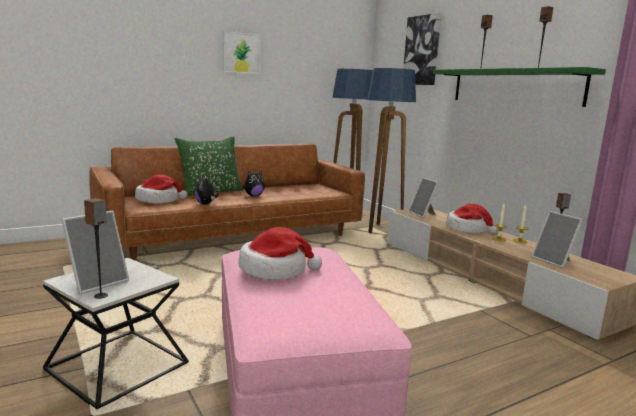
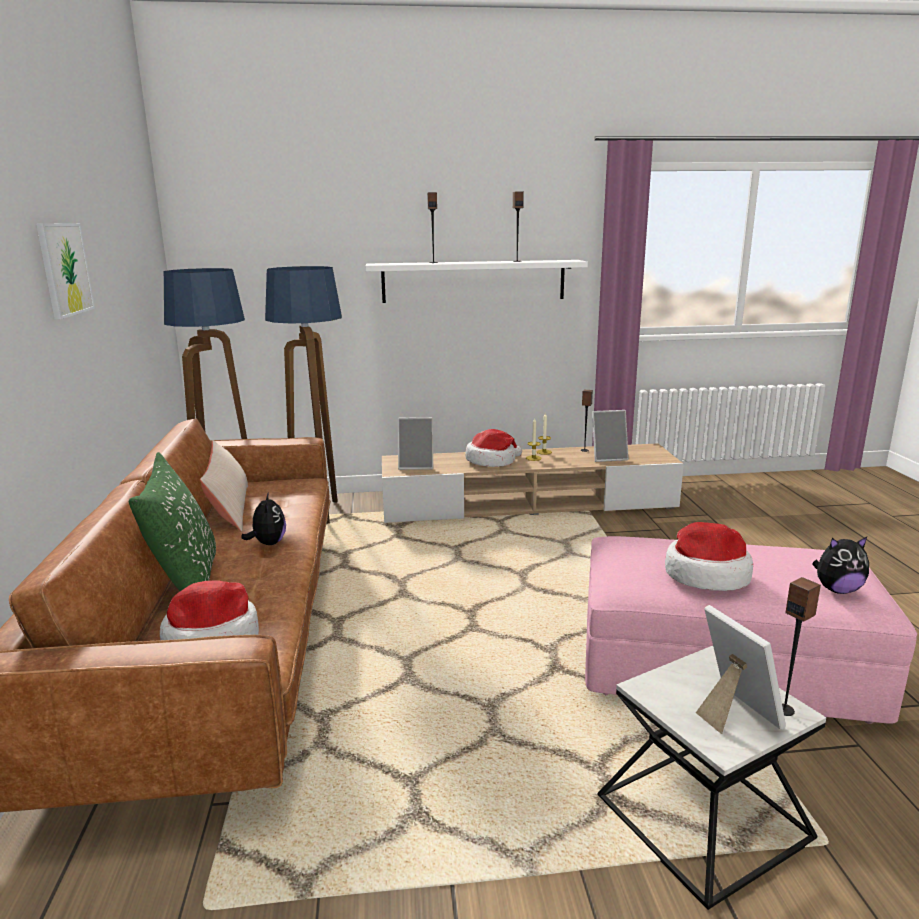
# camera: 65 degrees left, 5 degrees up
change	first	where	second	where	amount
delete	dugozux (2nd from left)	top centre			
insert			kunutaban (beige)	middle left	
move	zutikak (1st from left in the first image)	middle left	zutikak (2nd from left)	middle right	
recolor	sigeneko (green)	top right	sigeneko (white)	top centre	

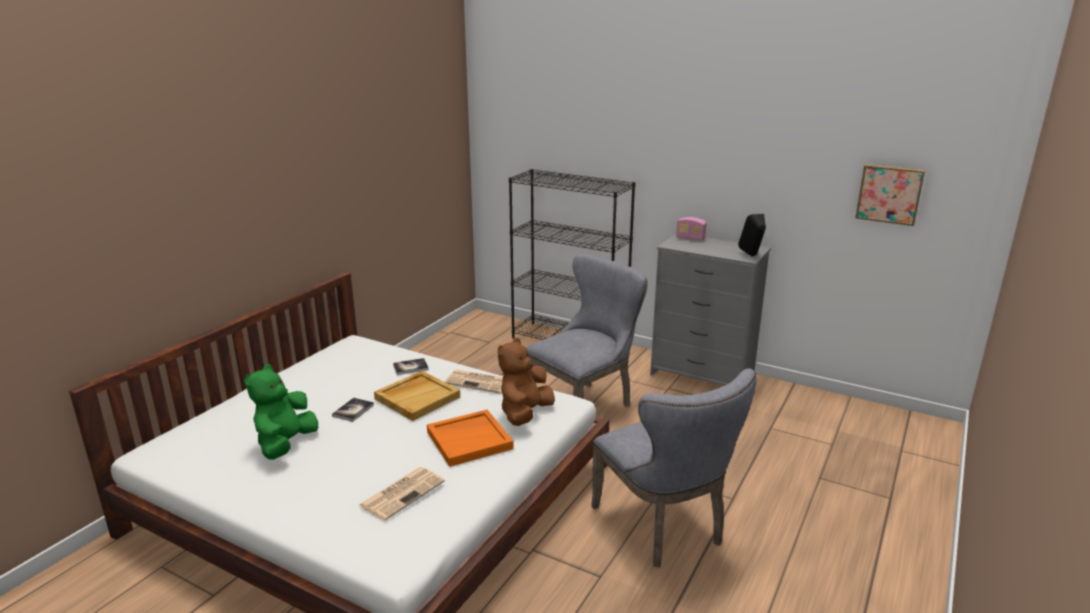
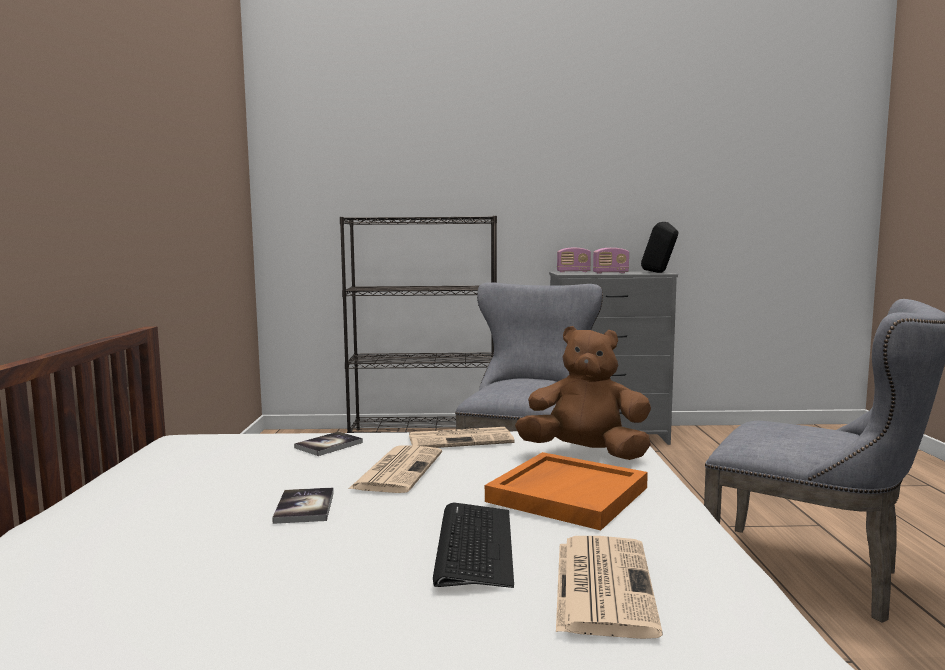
# camera: 30 degrees left, 15 degrees down
change	first	where	second	where	amount
delete	zutikak (green)	bottom left			
delete	dugozux	top right			
insert			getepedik	bottom centre	
insert			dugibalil (2nd from left)	centre	
replace	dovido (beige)	centre	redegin (1st from left)	bottom centre	
rotate	zutikak (brown)	centre		centre	105 degrees clockwise

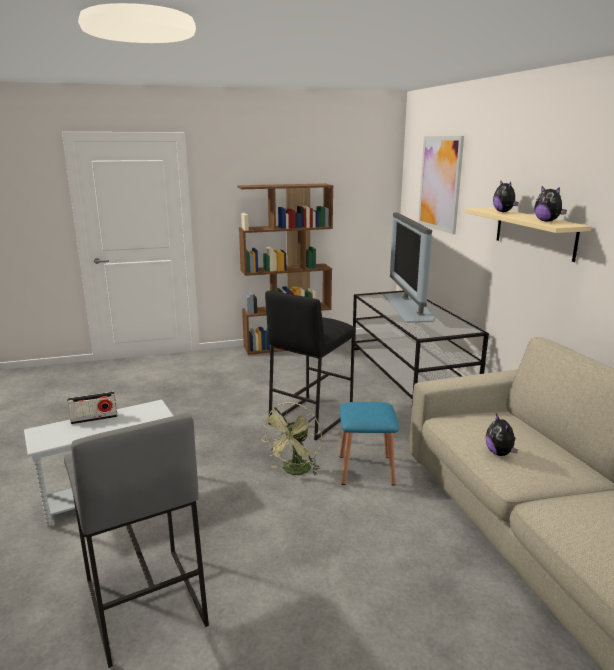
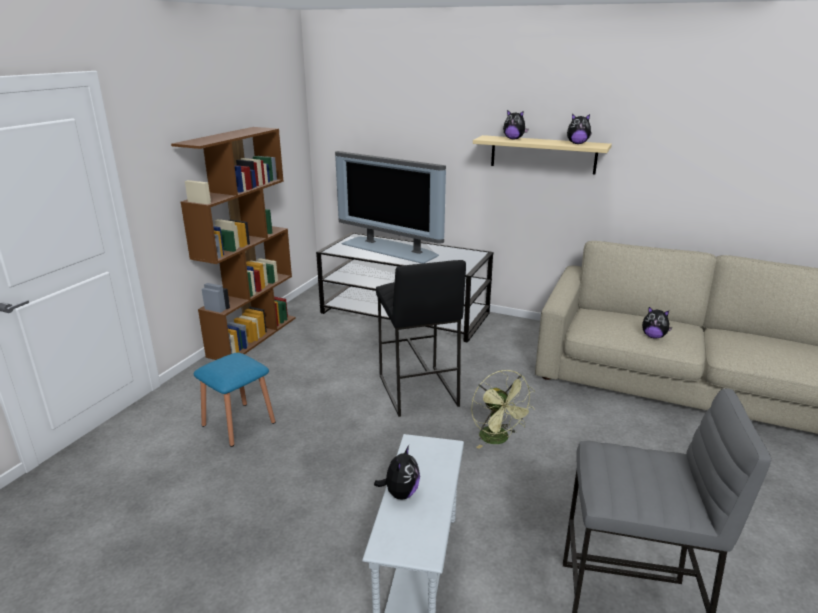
# camera: 50 degrees left, 5 degrees up
change	first	where	second	where	amount
delete	dugozux	top right			
move	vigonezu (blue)	centre		middle left	
replace	dugibalil	middle left	zutikak (1st from left)	bottom centre	

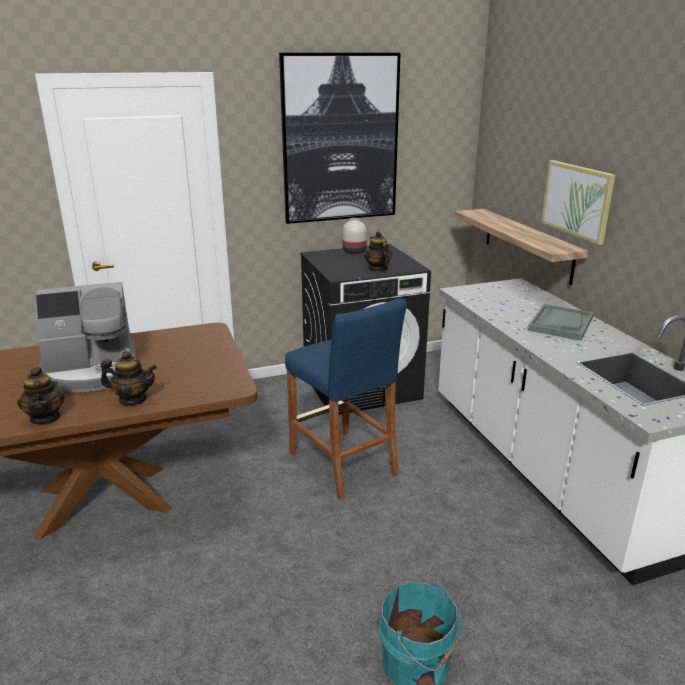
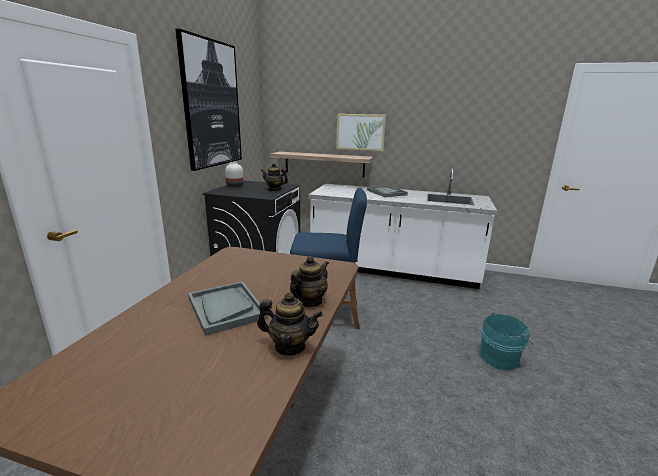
# camera: 55 degrees left, 5 degrees down
change	first	where	second	where	amount
replace	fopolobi	middle left	dovido (grey) (1st from left)	centre	

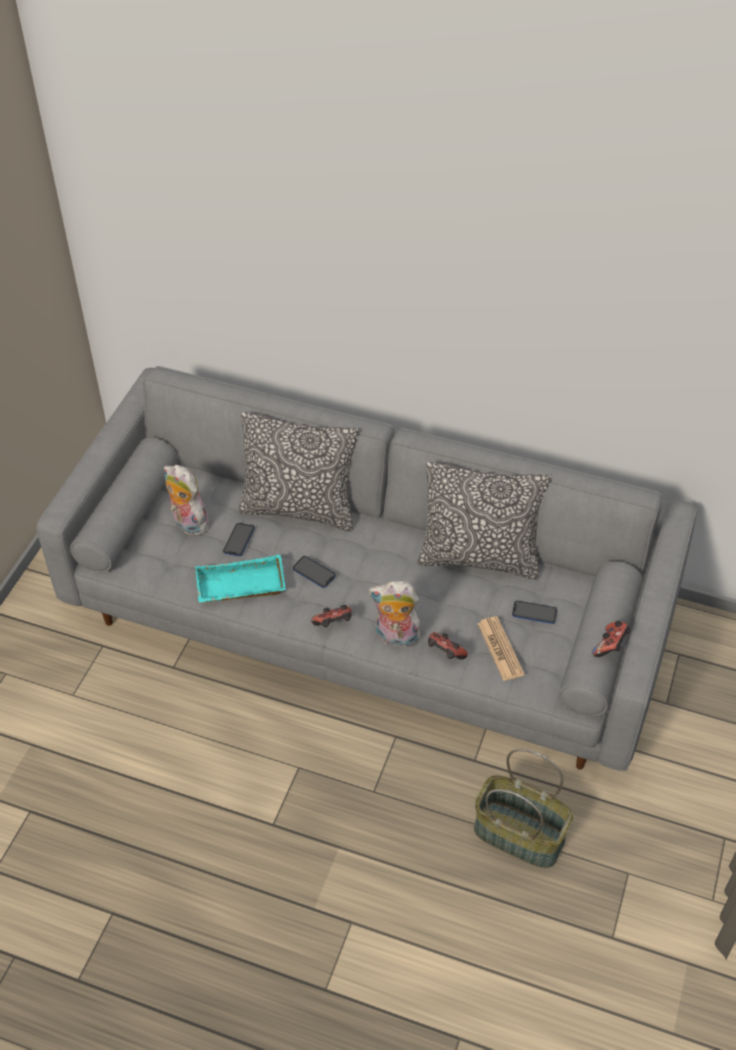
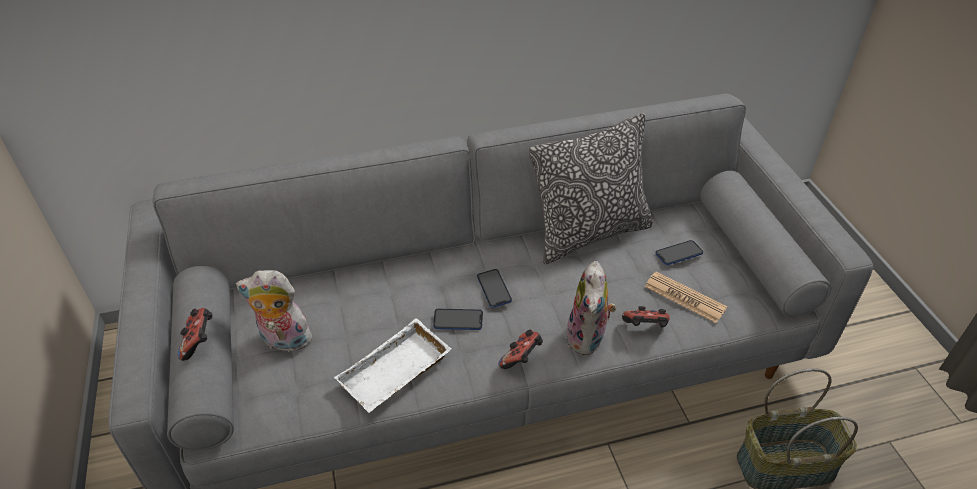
# camera: 35 degrees left, 5 degrees down
change	first	where	second	where	amount
delete	kunutaban (1st from left)	centre			
move	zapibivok (1st from left in the first image)	middle left	zapibivok (2nd from left)	centre	
move	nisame (3rd from left in the first image)	middle right	nisame (1st from left)	bottom left	
recolor	dovido (turquoise)	middle left	dovido (white)	bottom centre	
rotate	zutikak (2nd from left)	centre		centre	60 degrees counterclockwise

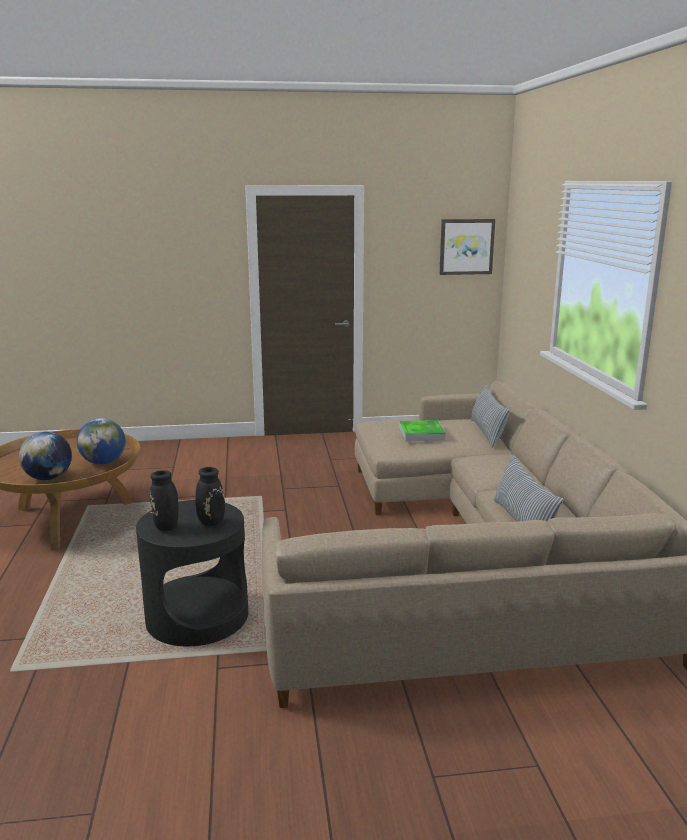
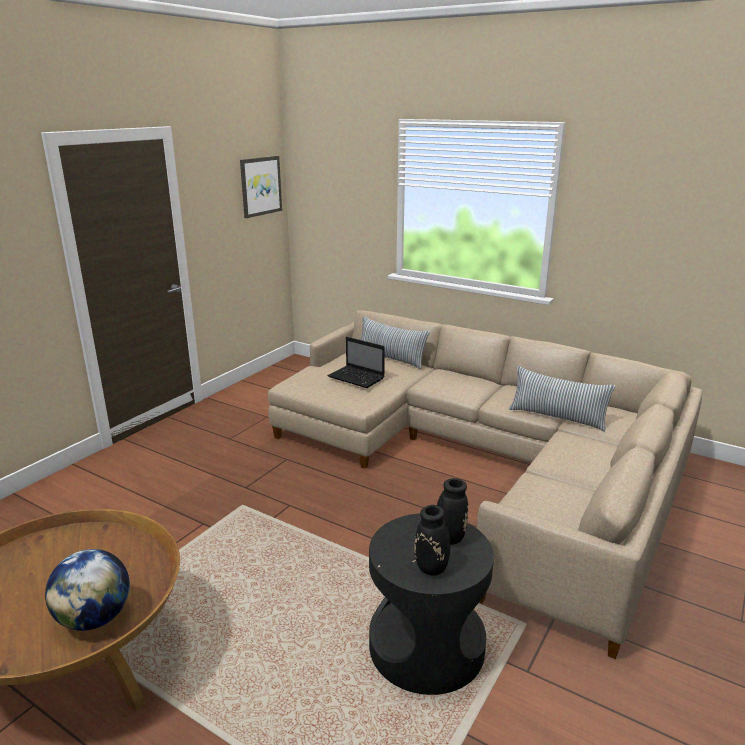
# camera: 50 degrees left, 5 degrees up
change	first	where	second	where	amount
delete	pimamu (2nd from left)	middle left			
replace	dovido	centre	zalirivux	centre	

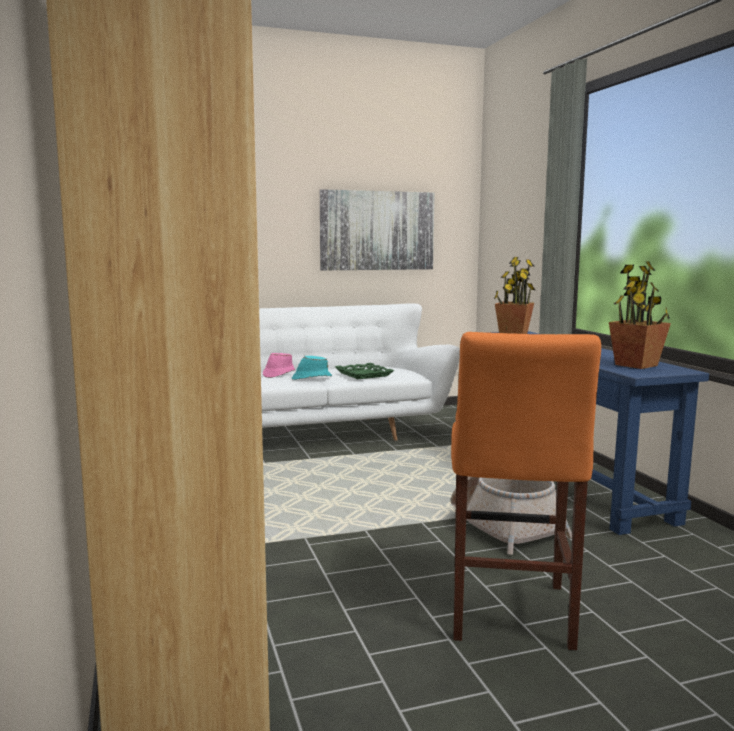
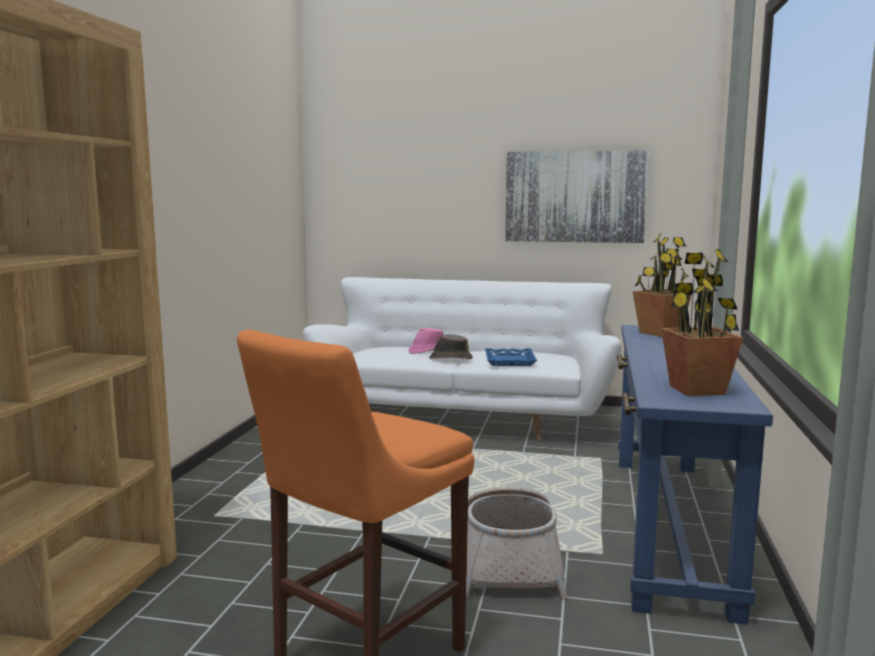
# camera: 30 degrees right, 0 degrees up
change	first	where	second	where	amount
recolor	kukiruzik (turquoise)	centre	kukiruzik (brown)	centre	
recolor	dovido (green)	centre	dovido (blue)	centre	

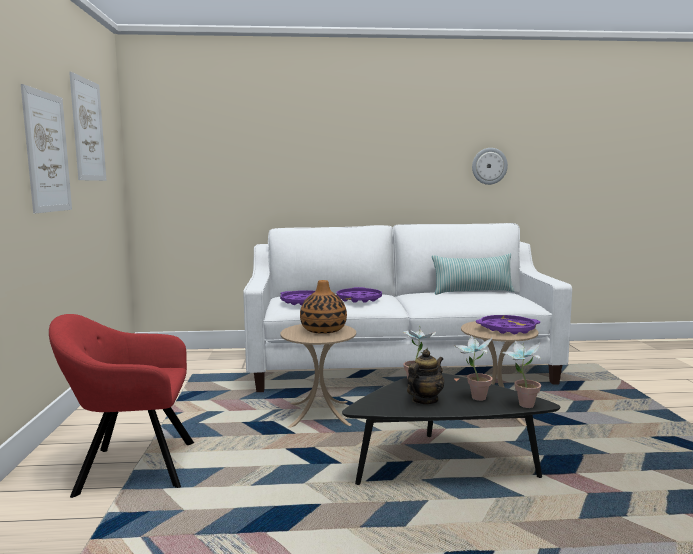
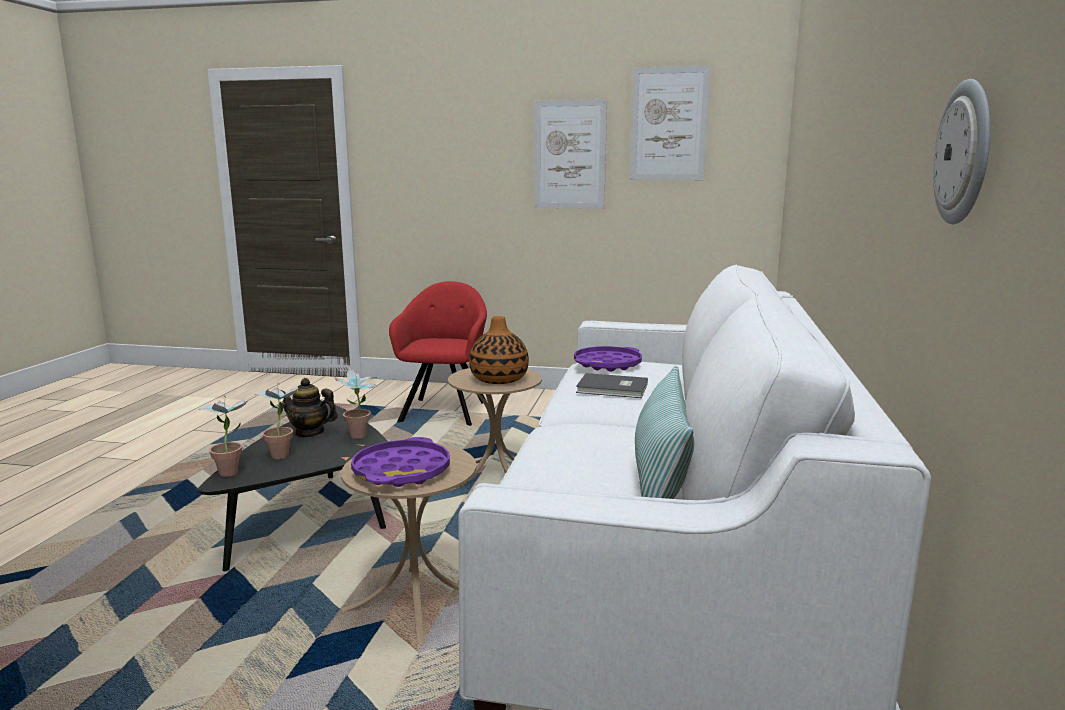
# camera: 105 degrees right, 5 degrees up
change	first	where	second	where	amount
replace	dovido (purple) (2nd from left)	centre	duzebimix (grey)	centre	
rotate	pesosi	bottom centre		middle left	135 degrees clockwise

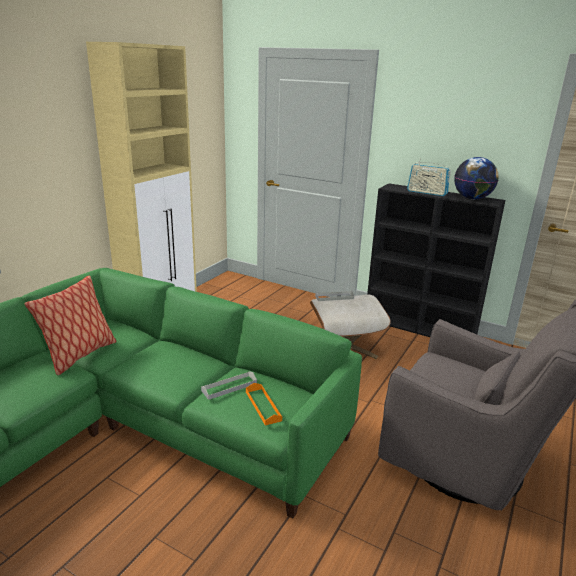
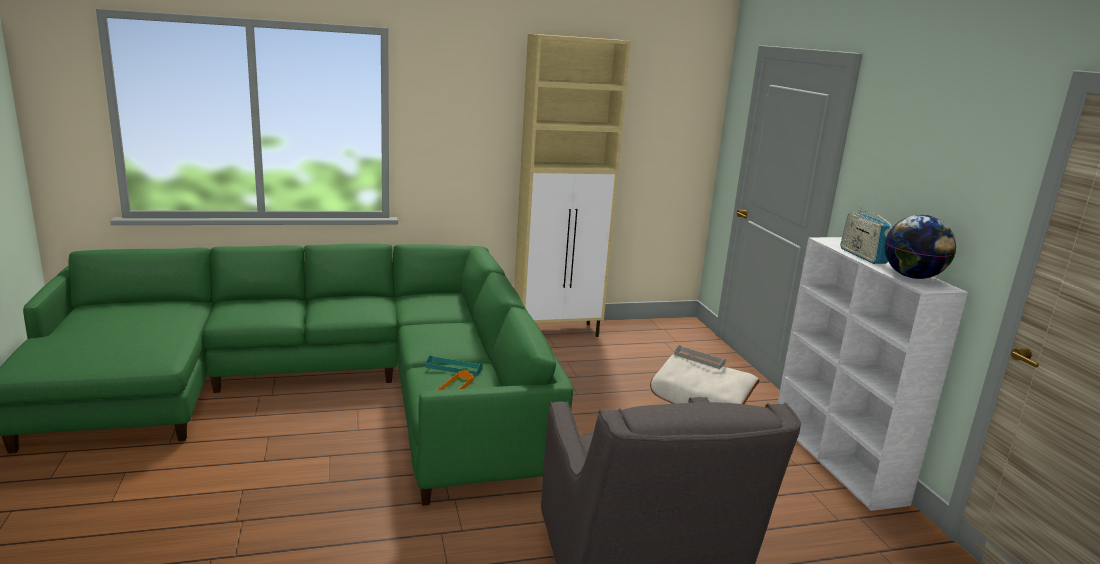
# camera: 45 degrees right, 5 degrees down
change	first	where	second	where	amount
delete	kunutaban	middle left			
recolor	dovido (grey) (1st from left)	bottom centre	dovido (turquoise)	centre	
recolor	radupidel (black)	middle right	radupidel (white)	middle right	

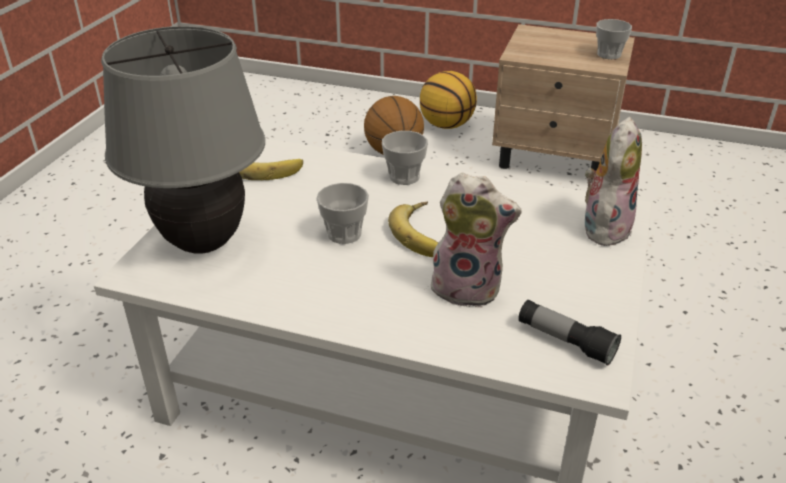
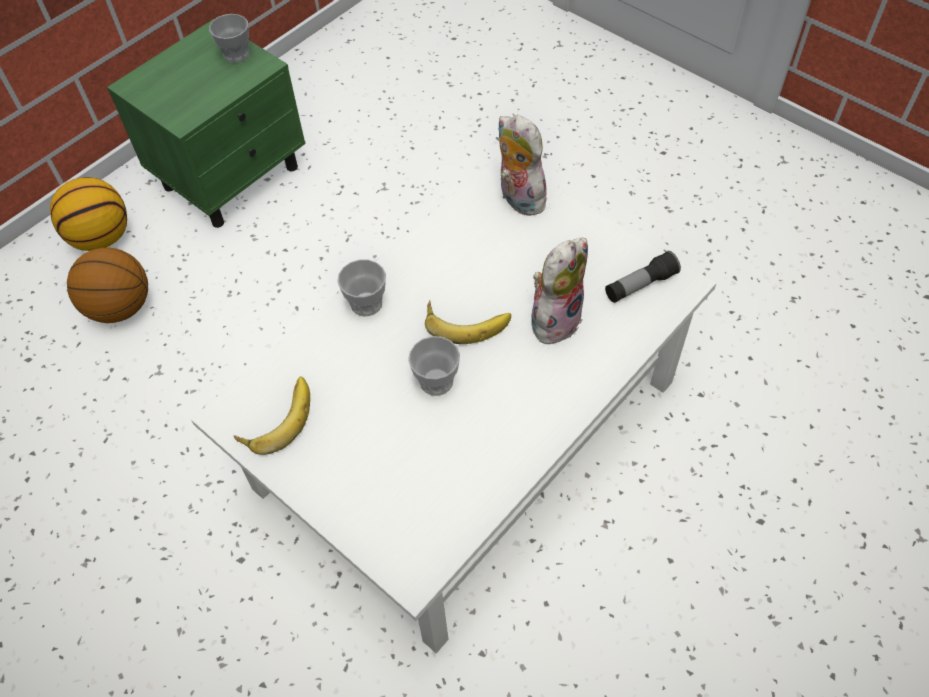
# camera: 65 degrees left, 20 degrees up
change	first	where	second	where	amount
delete	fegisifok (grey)	top left			
recolor	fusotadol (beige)	top right	fusotadol (green)	top left	

